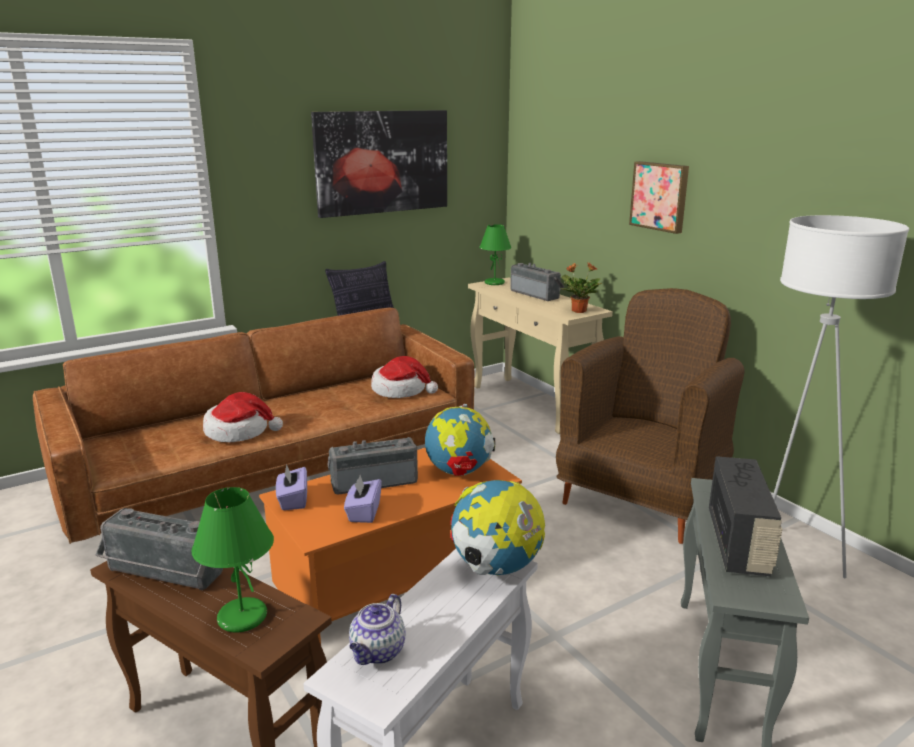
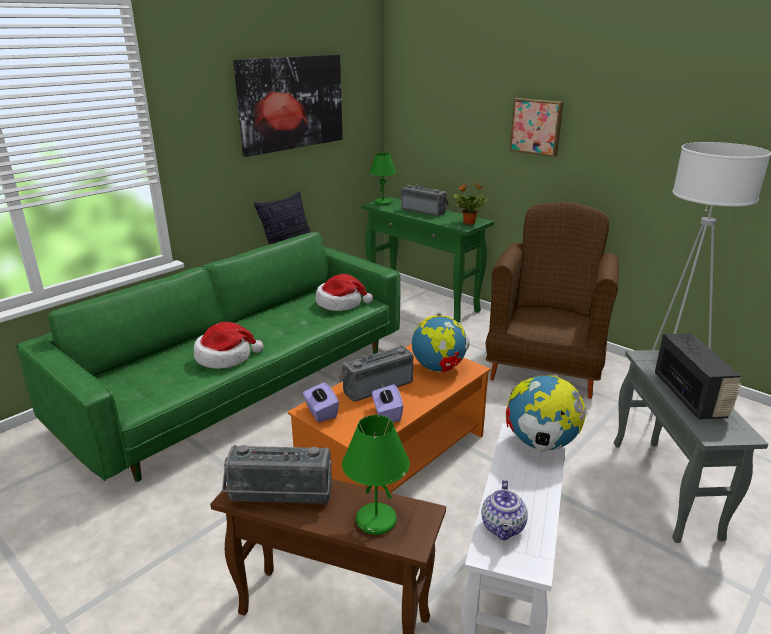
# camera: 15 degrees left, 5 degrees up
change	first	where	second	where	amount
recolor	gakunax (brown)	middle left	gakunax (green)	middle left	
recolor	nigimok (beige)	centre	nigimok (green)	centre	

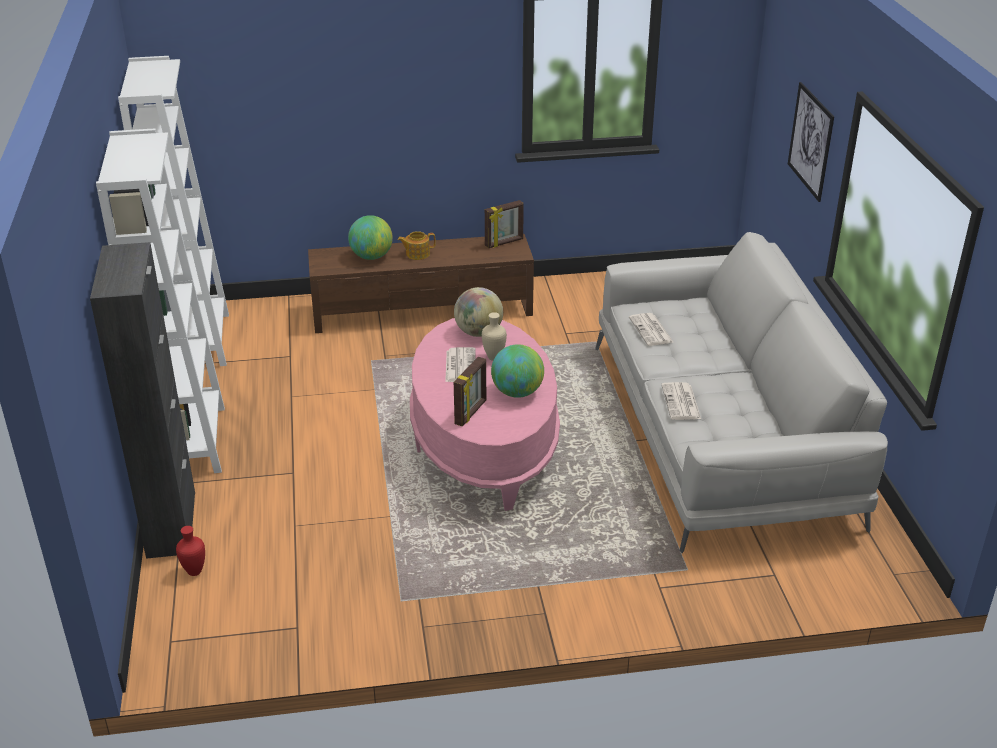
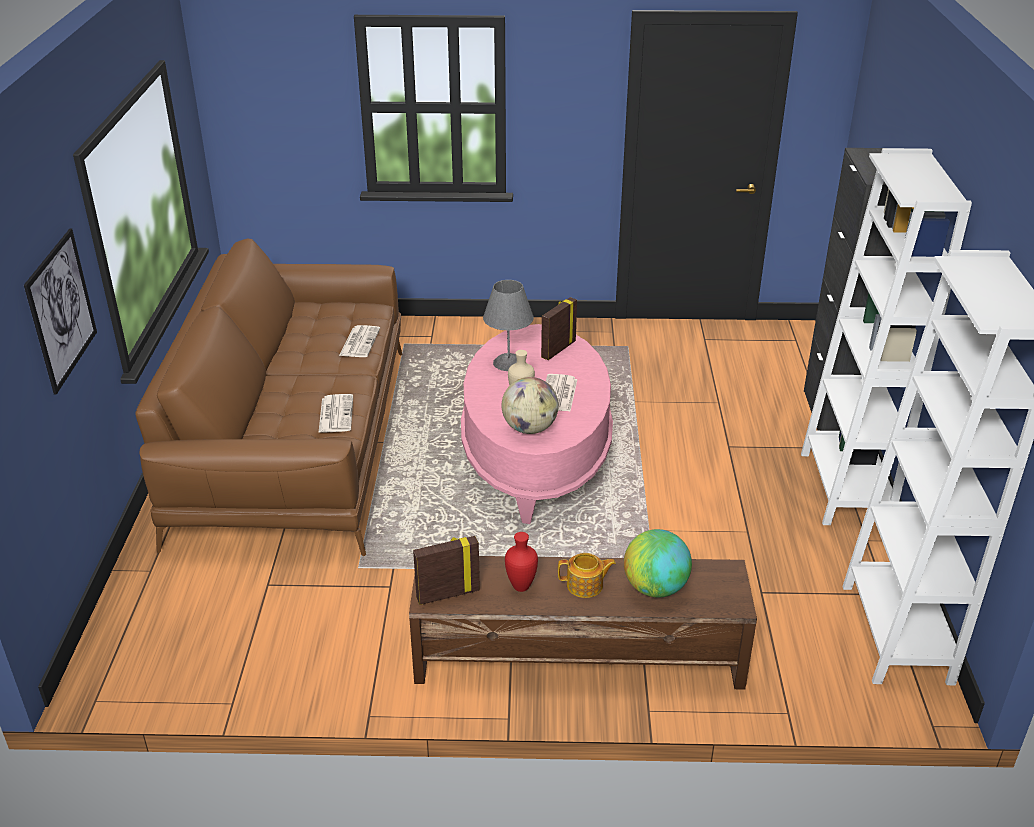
# camera: 170 degrees left, 0 degrees up
change	first	where	second	where	amount
move	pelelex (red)	bottom left		bottom centre	
replace	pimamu (3rd from left)	centre	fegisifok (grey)	centre	
recolor	gakunax (white)	middle right	gakunax (brown)	middle left	

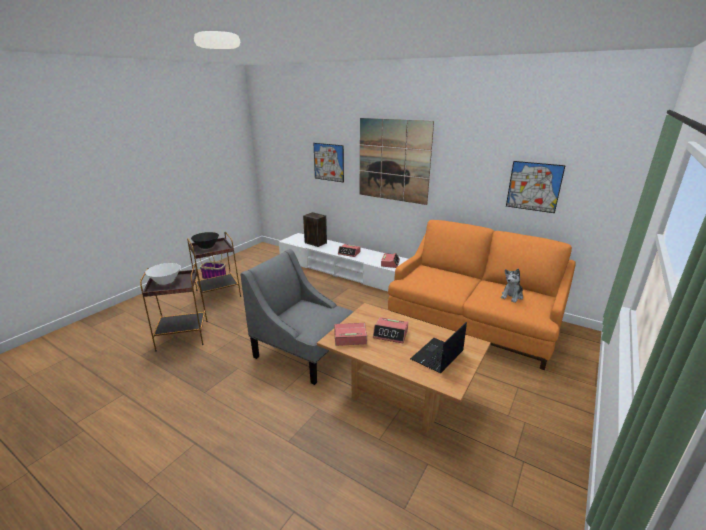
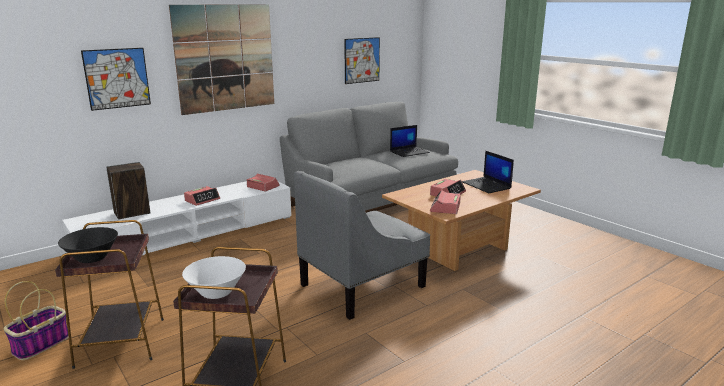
# camera: 70 degrees left, 5 degrees down
change	first	where	second	where	amount
replace	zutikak	middle right	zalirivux (1st from left)	centre	
recolor	gakunax (orange)	middle right	gakunax (grey)	centre	

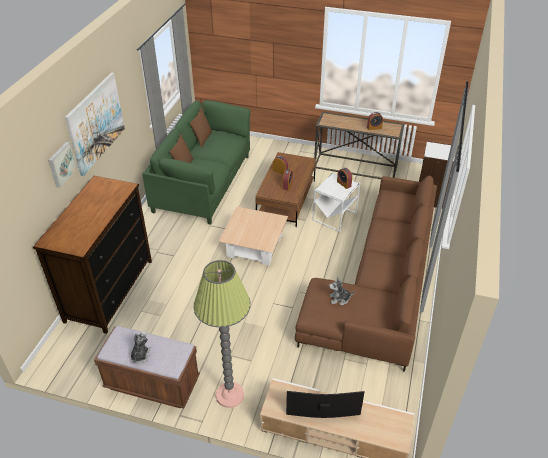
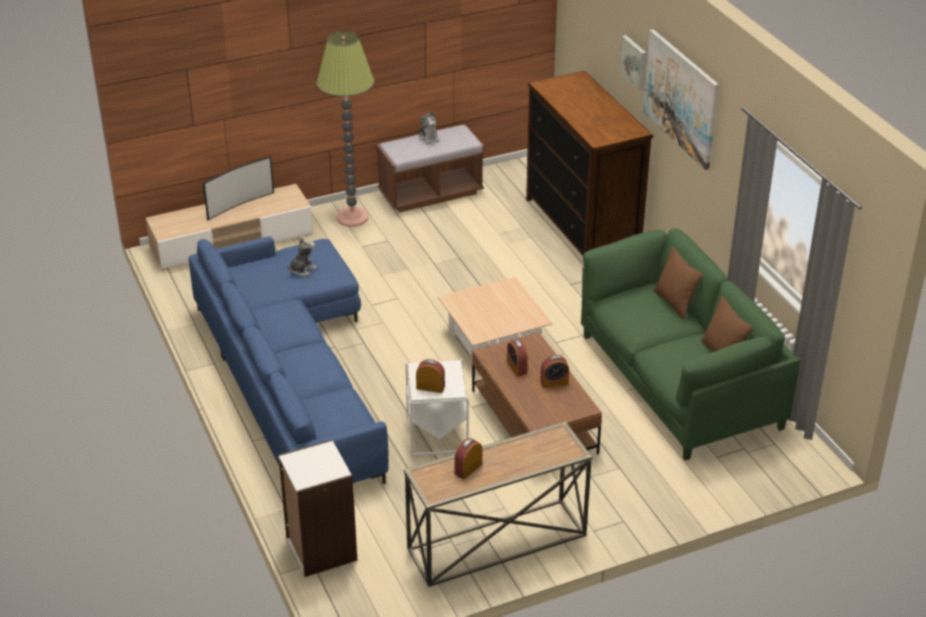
# camera: 140 degrees right, 5 degrees down
change	first	where	second	where	amount
recolor	gakunax (brown)	middle right	gakunax (blue)	middle left	

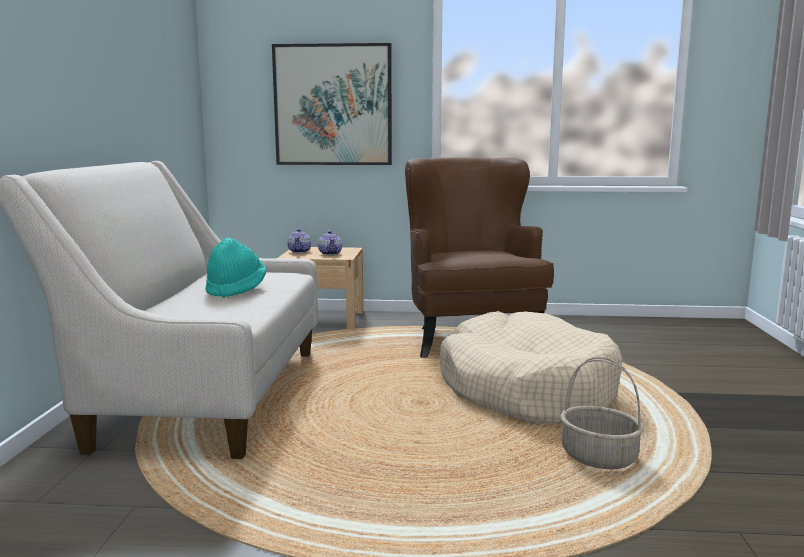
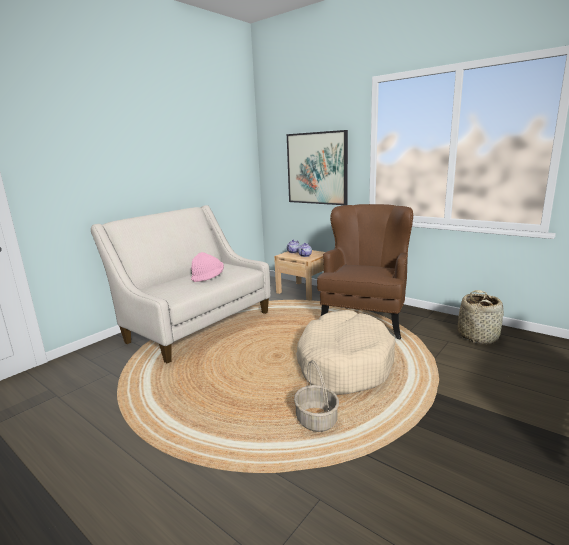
# camera: 35 degrees right, 5 degrees up
change	first	where	second	where	amount
insert			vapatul (2nd from left)	middle right	
recolor	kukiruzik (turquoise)	middle left	kukiruzik (pink)	centre	

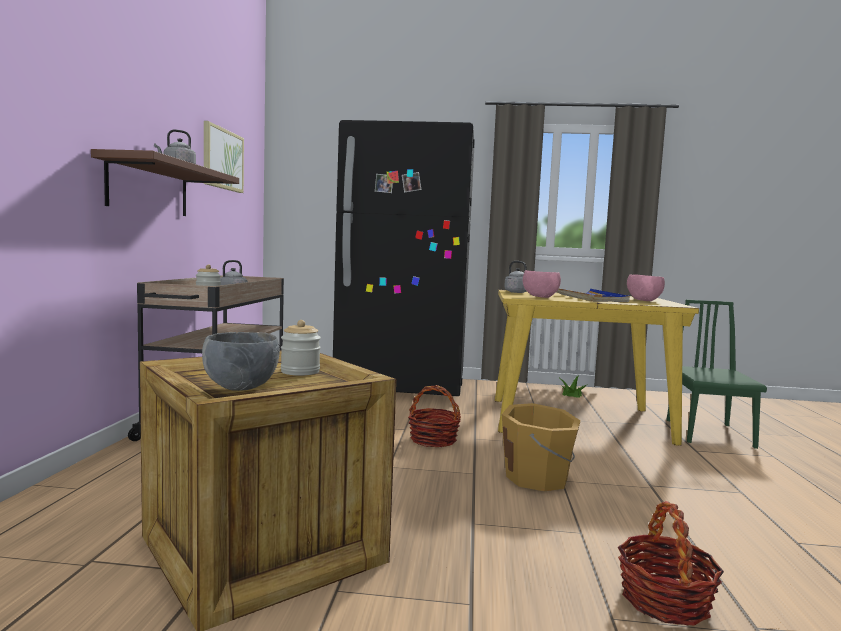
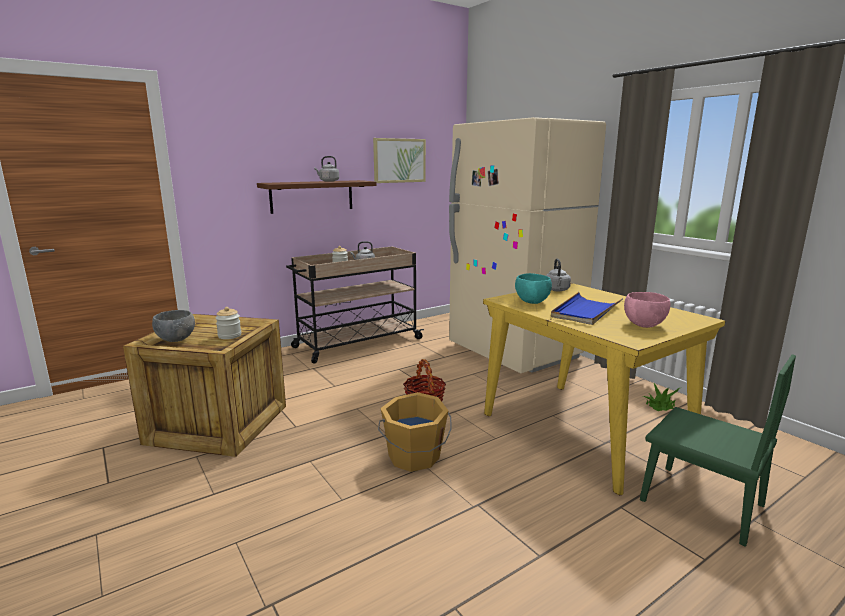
# camera: 50 degrees right, 10 degrees up
change	first	where	second	where	amount
delete	vapatul (2nd from left)	bottom right			
recolor	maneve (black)	centre	maneve (beige)	centre	
recolor	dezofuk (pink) (1st from left)	centre	dezofuk (turquoise)	centre	
rotate	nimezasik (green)	middle right		bottom right	75 degrees clockwise

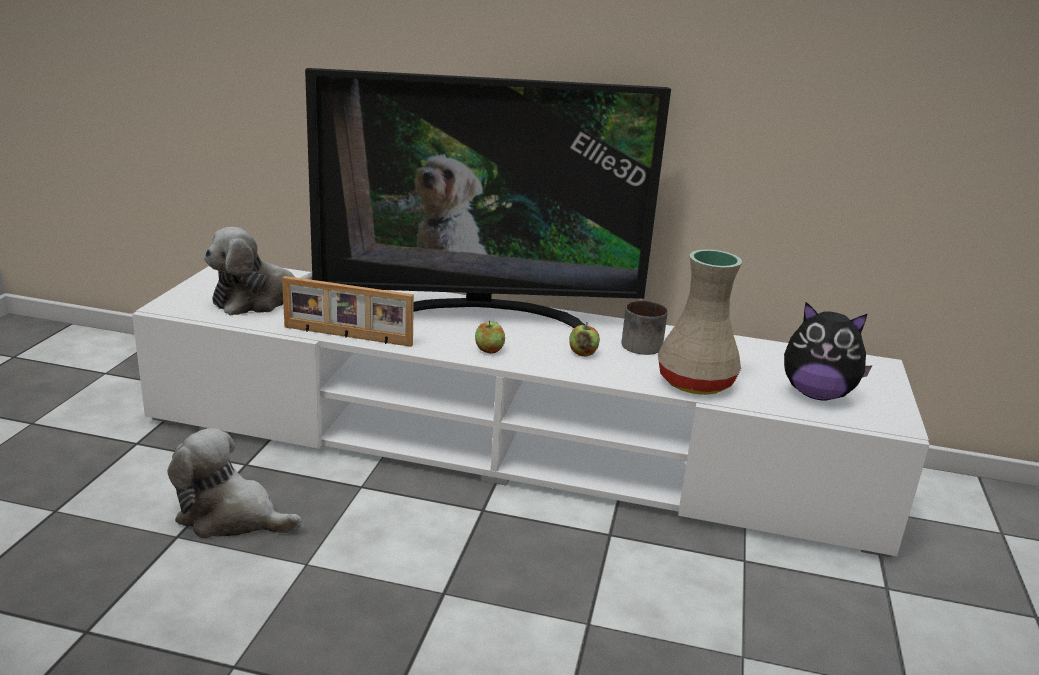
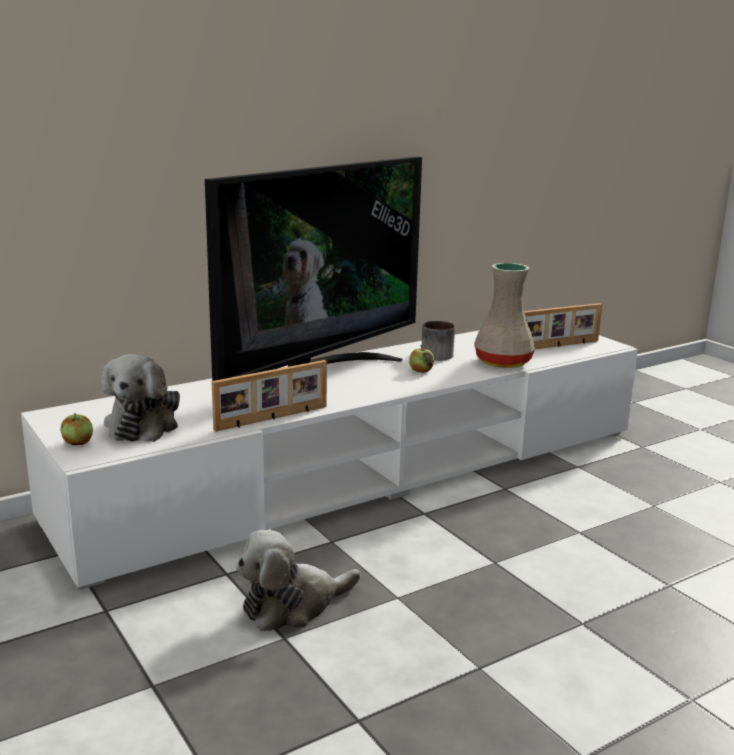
# camera: 45 degrees left, 5 degrees down
change	first	where	second	where	amount
move	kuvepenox (1st from left)	centre		middle left	
replace	zutikak (3rd from left)	middle right	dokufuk (2nd from left)	middle right	

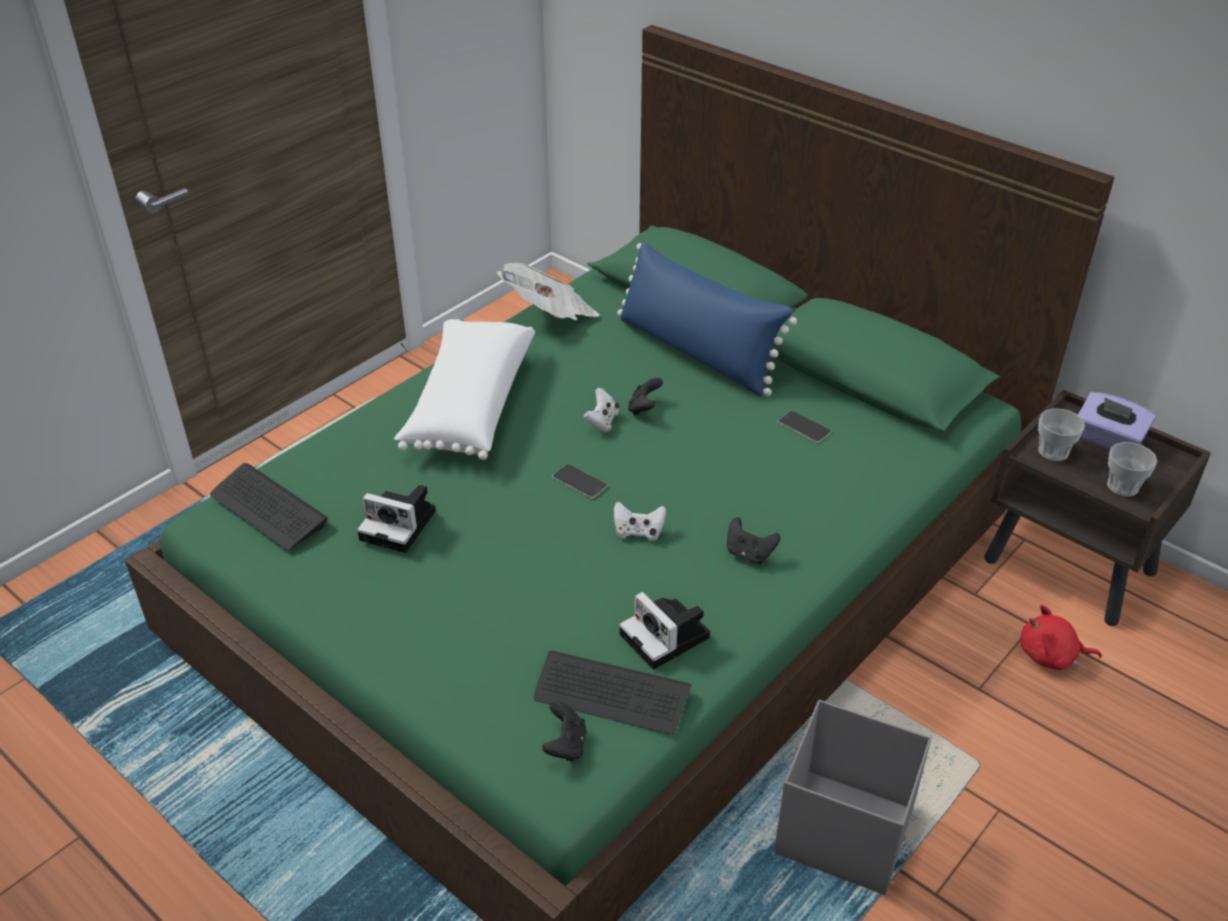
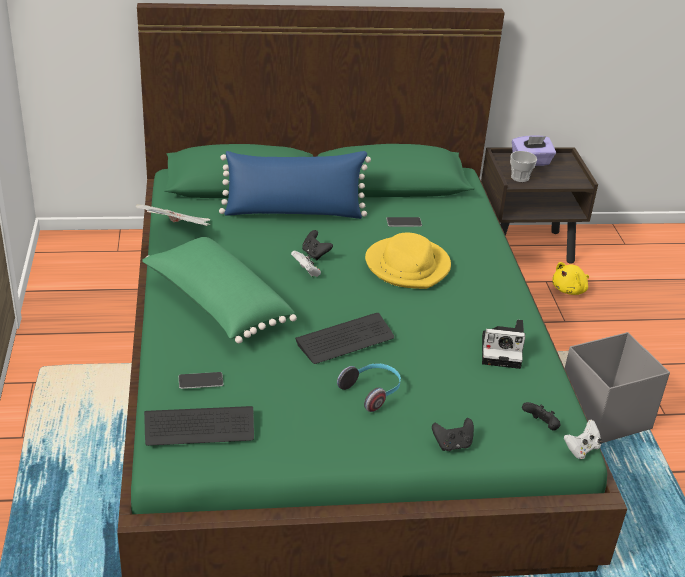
# camera: 50 degrees left, 5 degrees down
change	first	where	second	where	amount
delete	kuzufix (1st from left)	middle left			
delete	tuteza (2nd from left)	middle right			
insert			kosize	bottom centre	
insert			kukiruzik (yellow)	centre	
move	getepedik (2nd from left)	bottom centre		centre	
move	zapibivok (1st from left)	centre		middle left	
move	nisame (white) (2nd from left)	centre		bottom right	
move	nisame (black) (3rd from left in the first image)	centre	nisame (black) (2nd from left)	bottom centre	
recolor	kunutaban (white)	centre	kunutaban (green)	middle left	
recolor	zutikak (red)	bottom right	zutikak (yellow)	middle right	

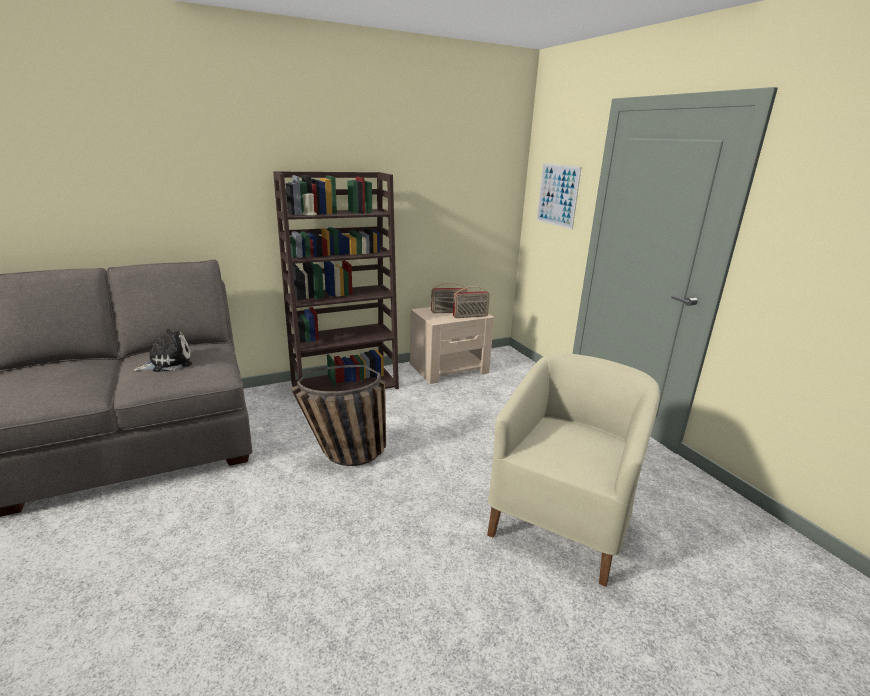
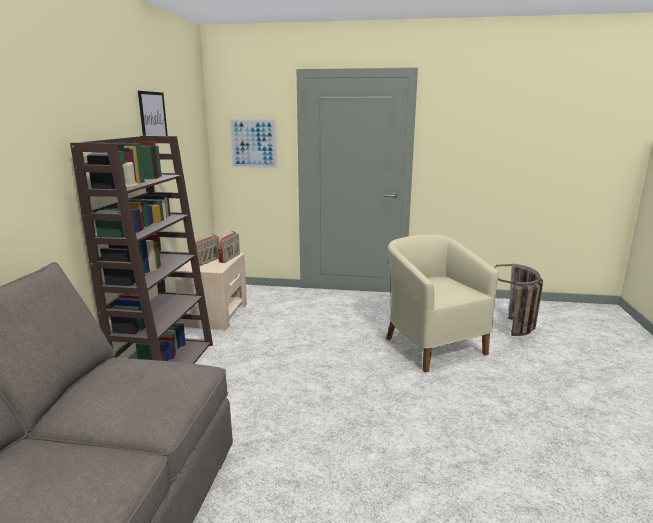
# camera: 55 degrees left, 5 degrees down
change	first	where	second	where	amount
delete	zutikak	middle left			
insert			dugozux (1st from left)	top left	
move	vapatul	centre		middle right	

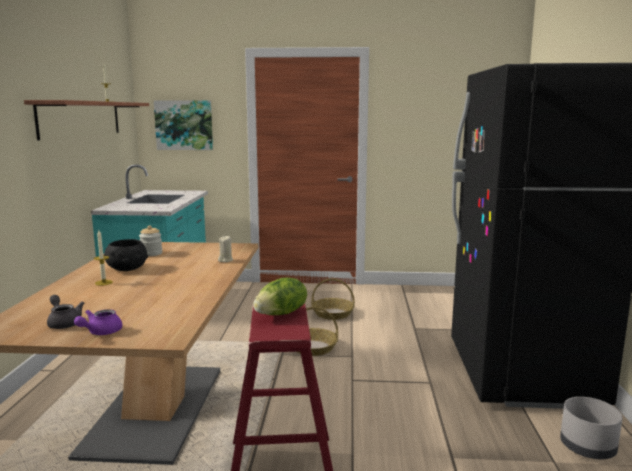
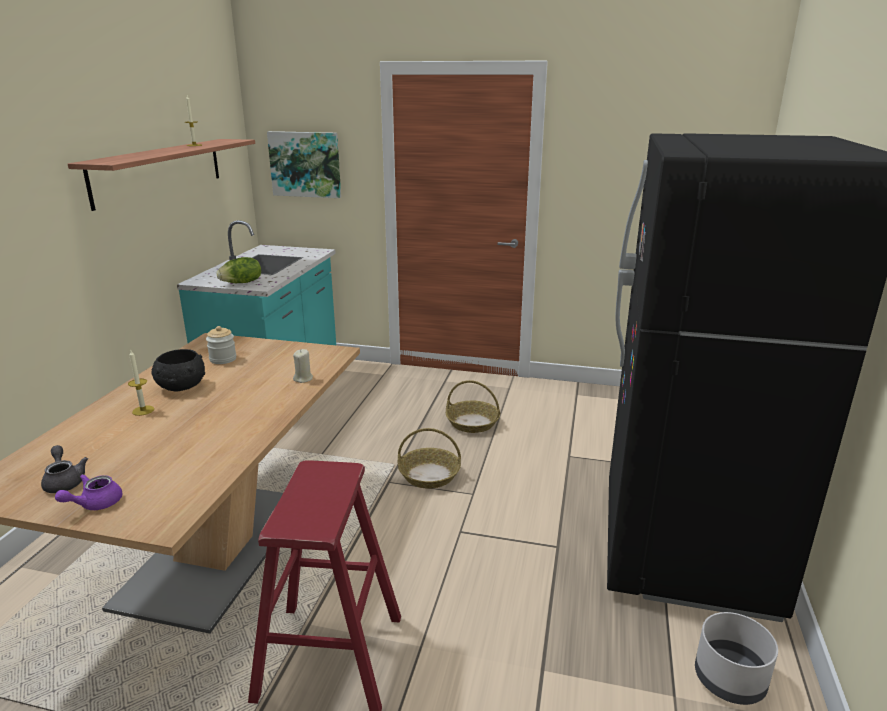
# camera: 10 degrees right, 10 degrees up
change	first	where	second	where	amount
move	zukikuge	centre		middle left	

